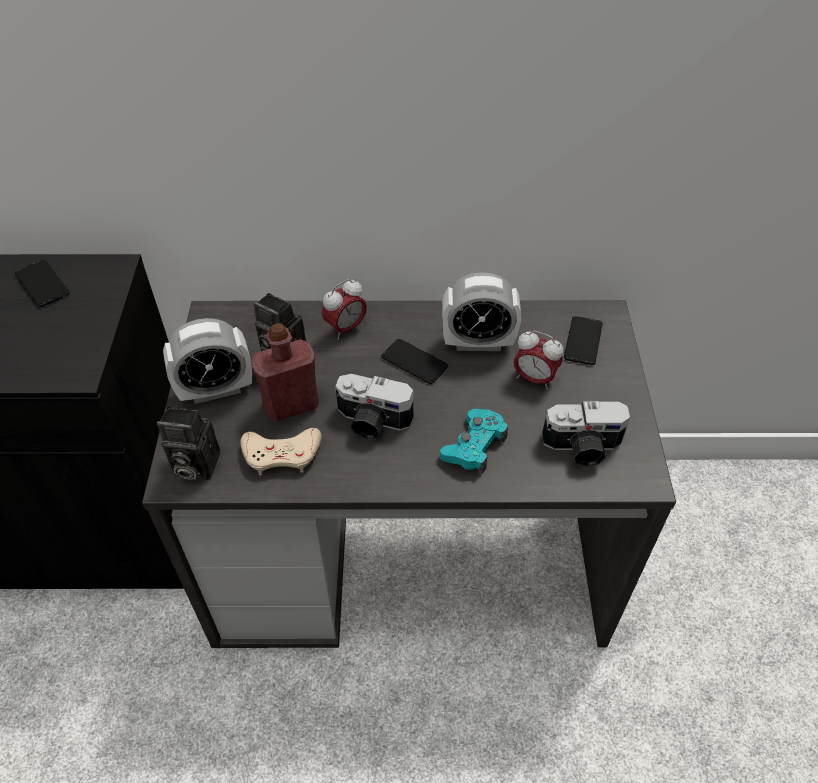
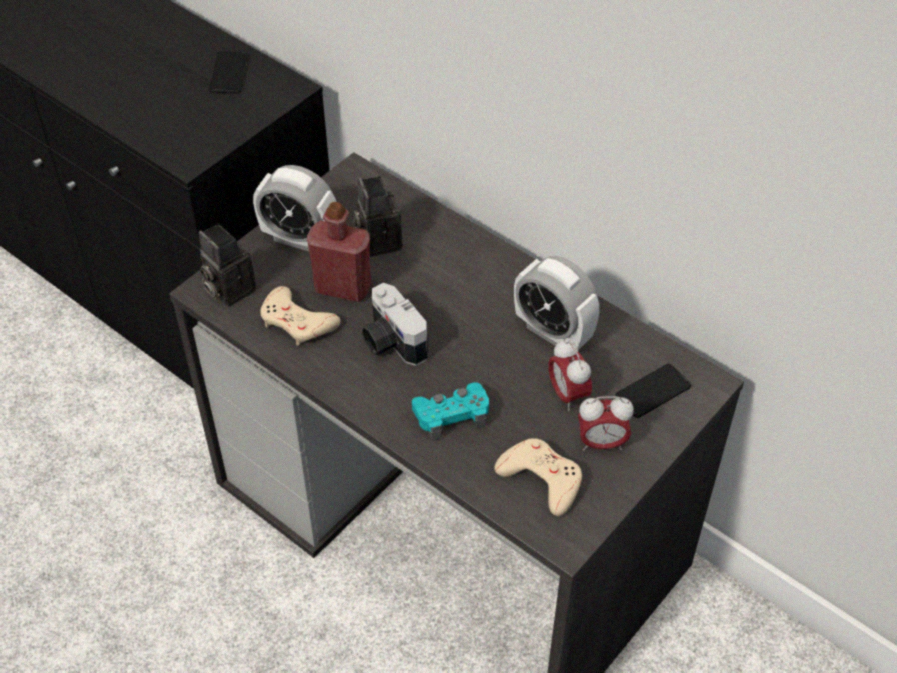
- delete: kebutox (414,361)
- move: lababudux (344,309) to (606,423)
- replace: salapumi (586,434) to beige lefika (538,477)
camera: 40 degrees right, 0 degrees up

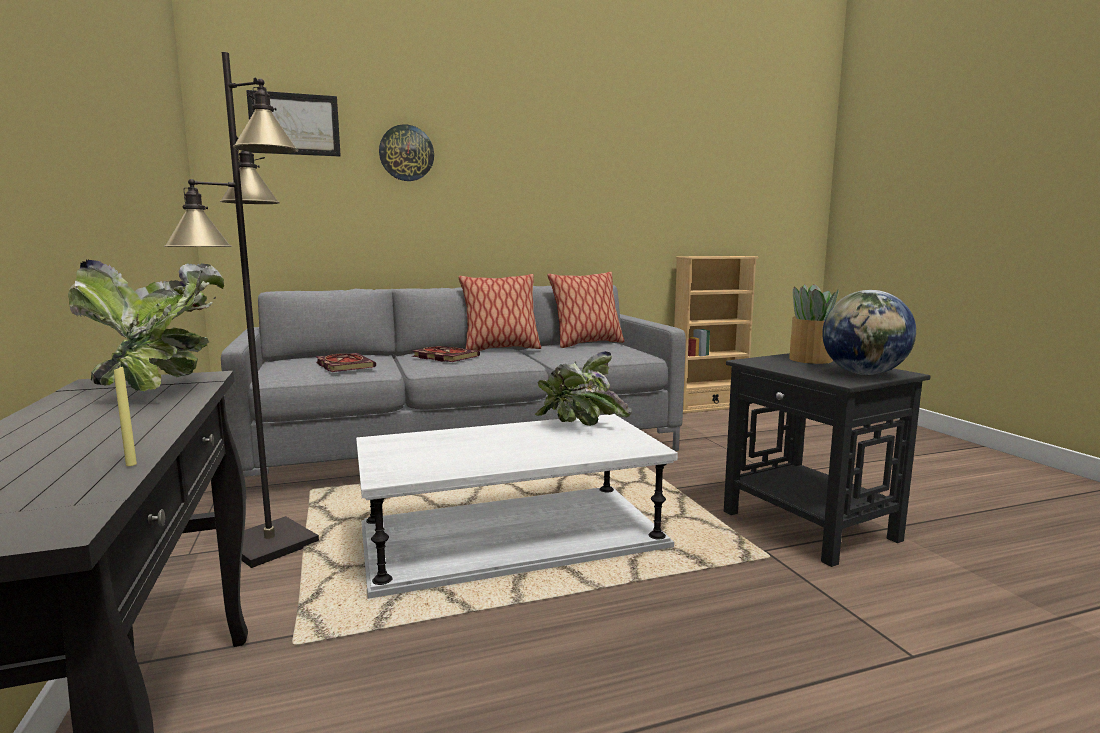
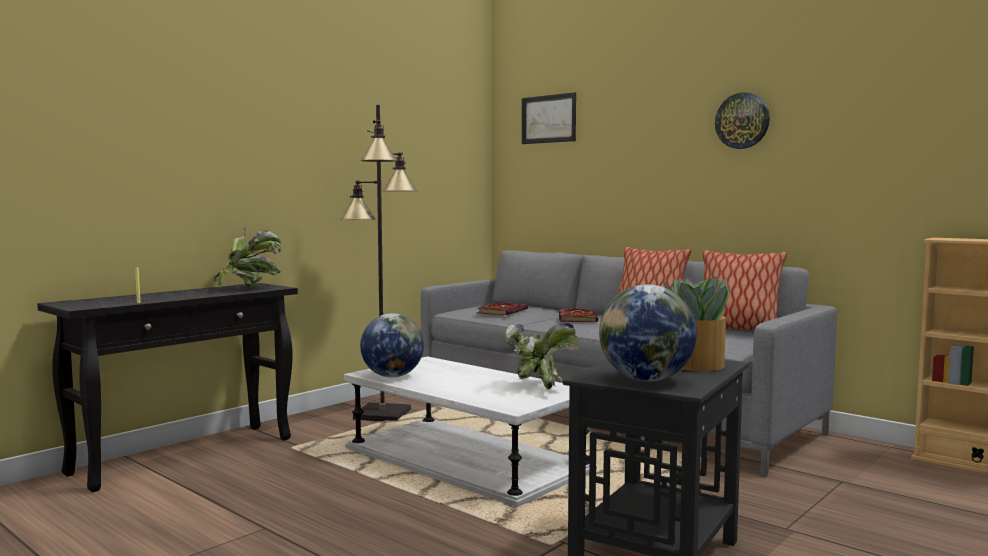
- insert: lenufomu (392,345)
- move: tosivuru (406,152) to (742,120)
camera: 60 degrees right, 5 degrees down

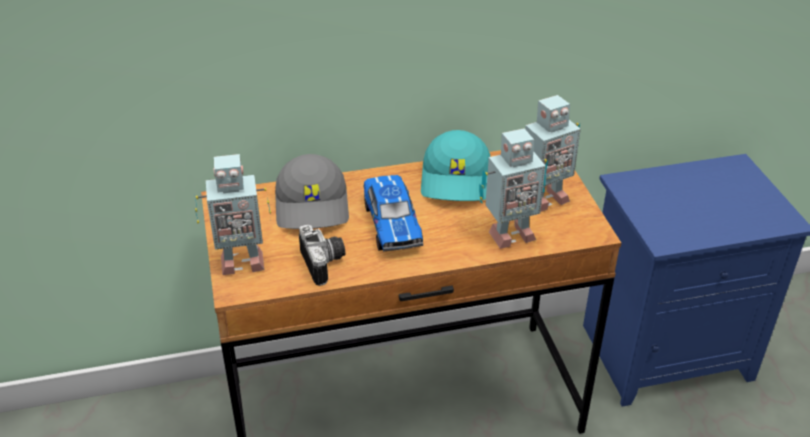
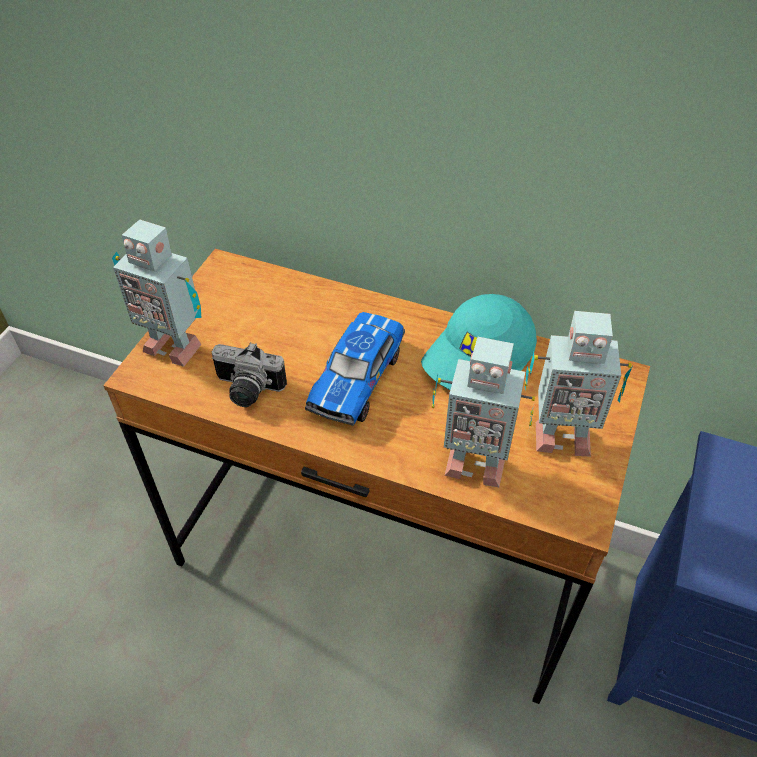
- delete: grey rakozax (312,191)
- rotate: salapumi (322,255) = (249,374) 90 degrees clockwise
camera: 35 degrees right, 10 degrees up

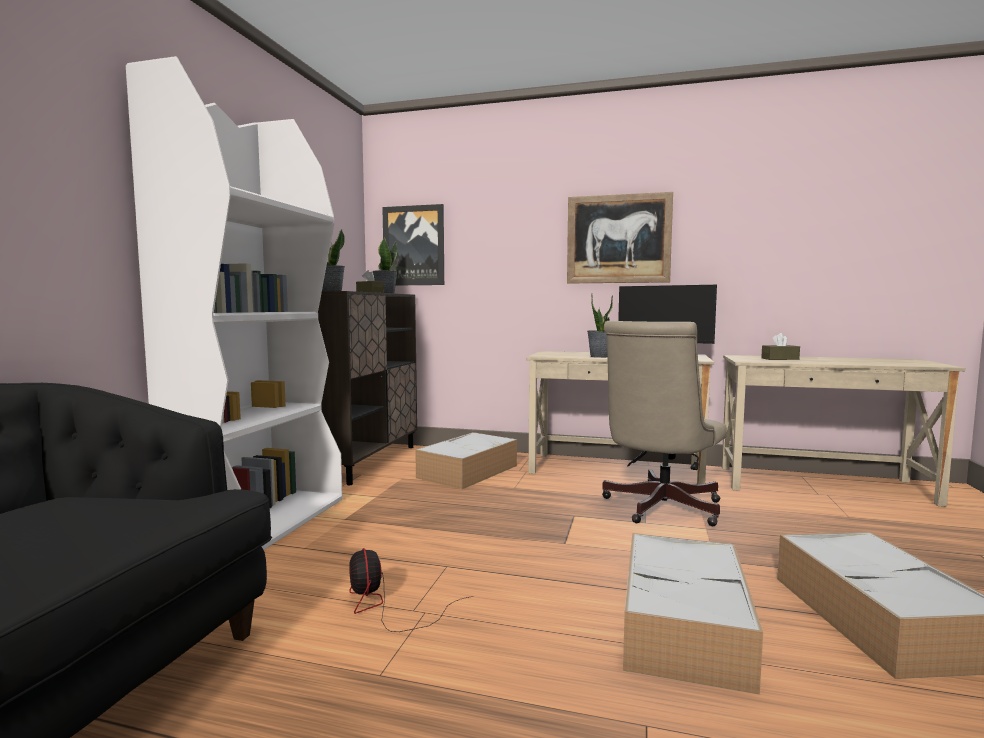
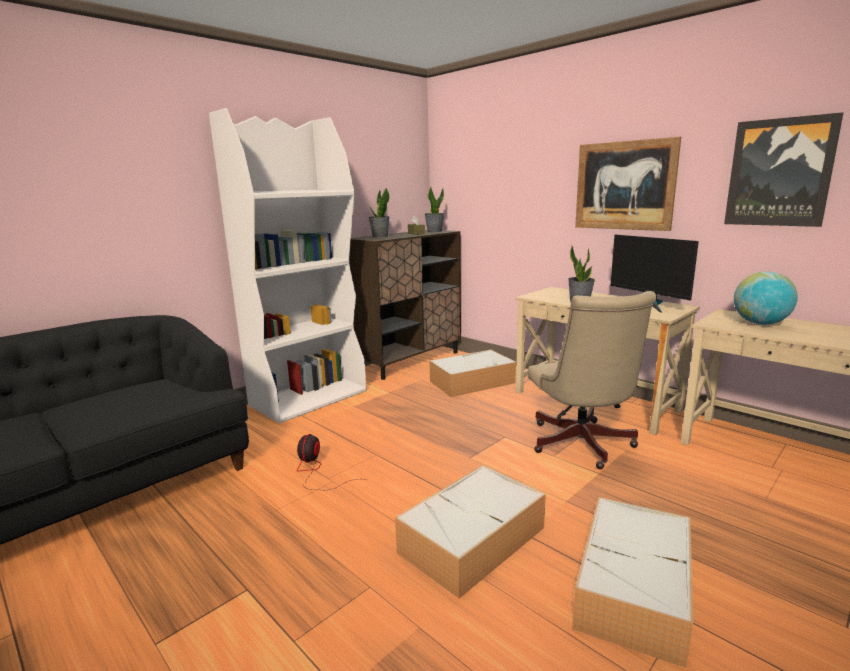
- move: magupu (413,244) to (783,169)
- replace: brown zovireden (780,346) to lenufomu (766,298)
- rotate: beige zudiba (664,423) = (592,380) 75 degrees counterclockwise
camera: 30 degrees right, 10 degrees up

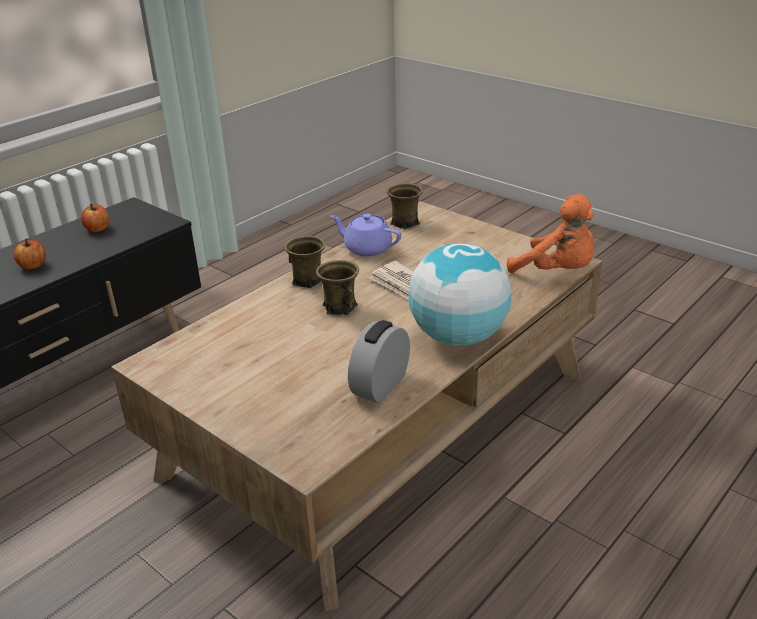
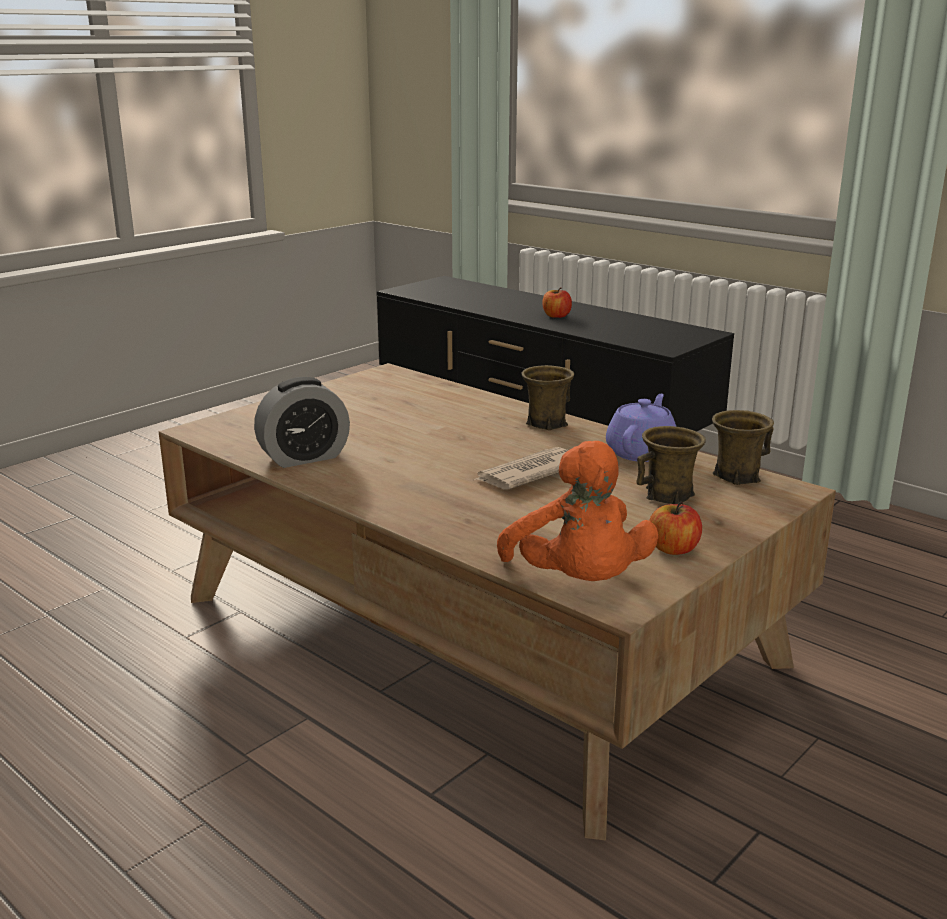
- delete: lenufomu (460,294)
- move: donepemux (95,218) to (675,528)
- move: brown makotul (337,287) to (671,465)
- rotate: lababudux (379,361) = (302,422) 120 degrees clockwise
- rotate: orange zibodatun (550,233) = (578,511) 60 degrees counterclockwise
camera: 90 degrees right, 10 degrees down

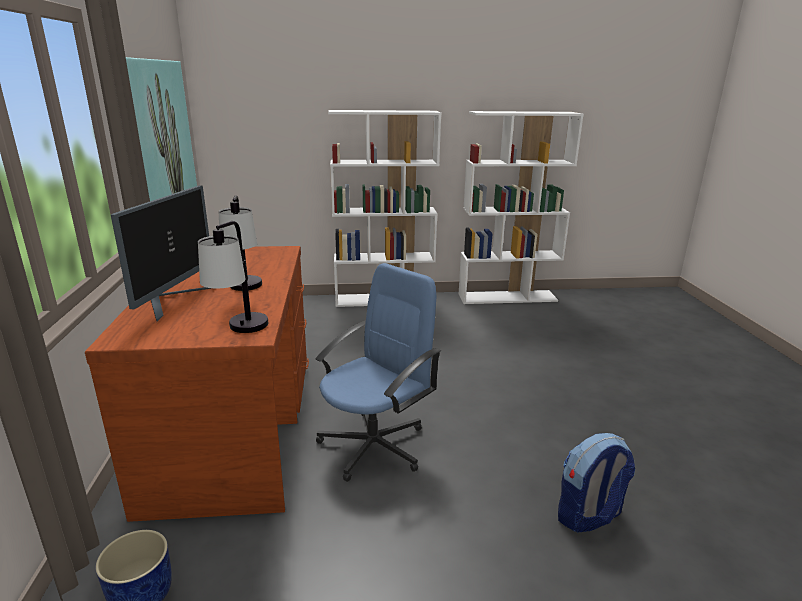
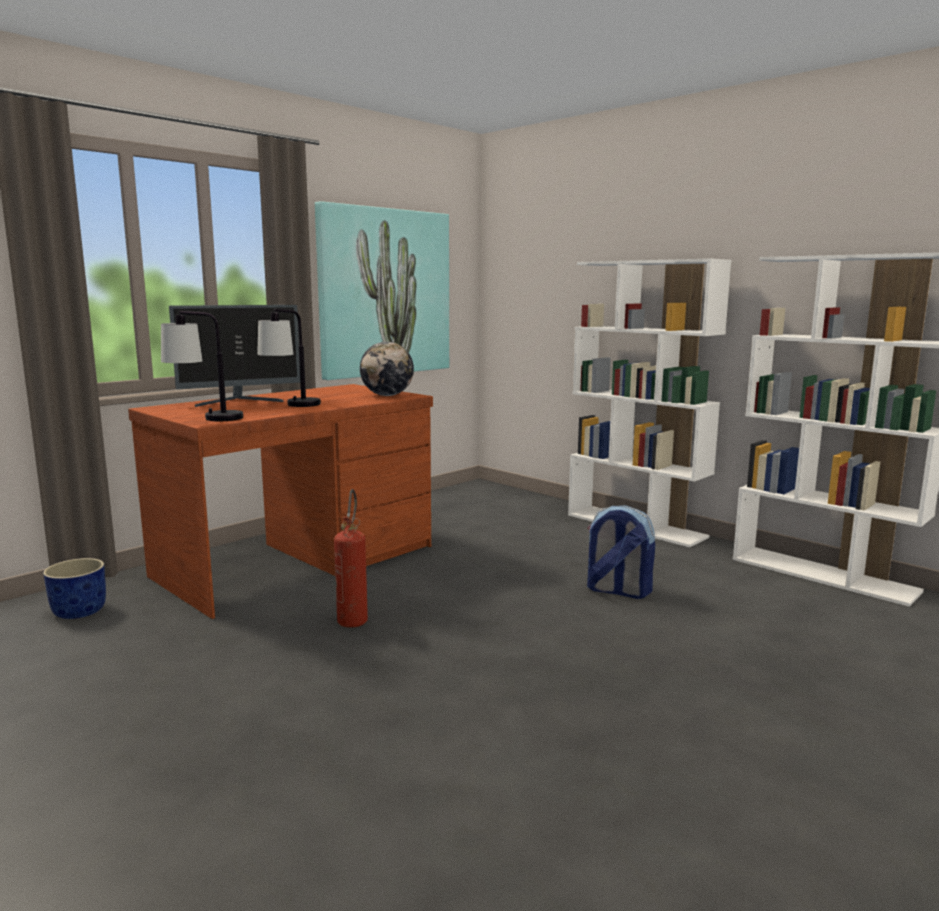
- insert: lenufomu (387,369)
- move: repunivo (596,483) to (621,552)
- replace: blue zudiba (378,372) to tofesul (351,558)
camera: 50 degrees right, 10 degrees down

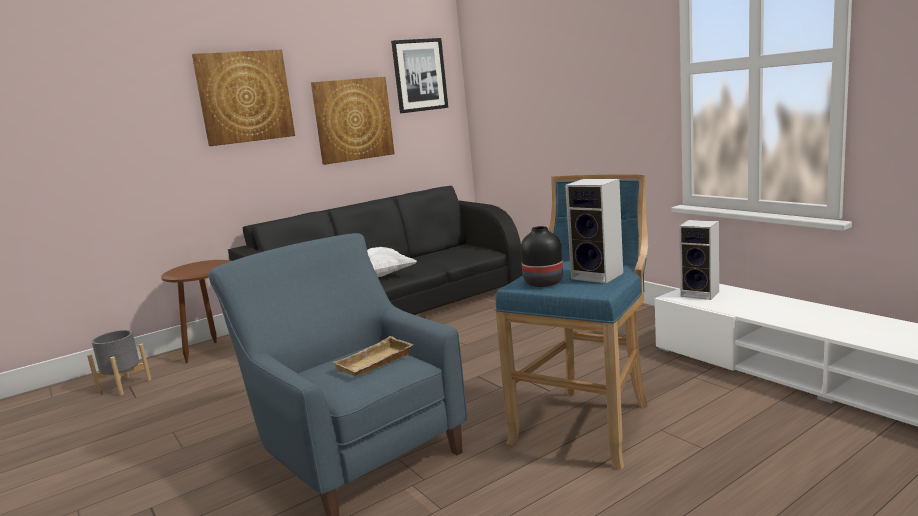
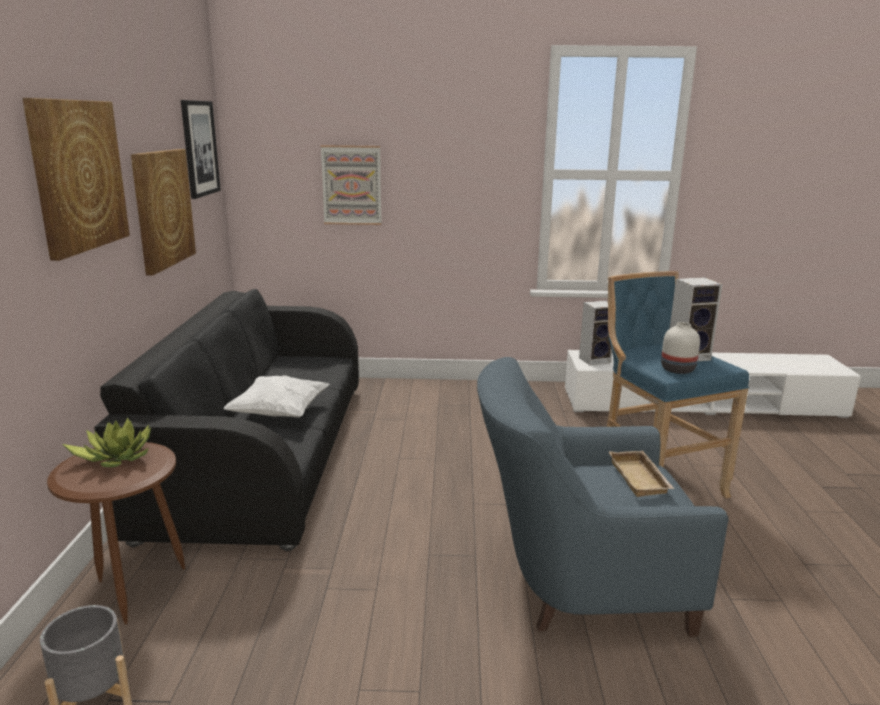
- insert: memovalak (107,442)
- insert: magupu (351,185)
- recolor: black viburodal (542,256) to white viburodal (680,348)
camera: 55 degrees left, 5 degrees up

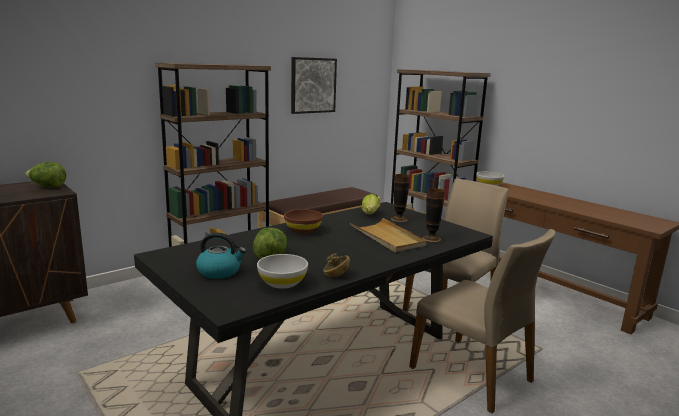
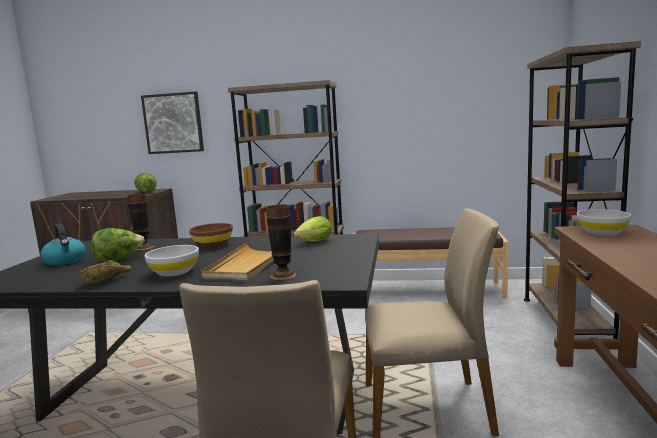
- move: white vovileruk (282,271) to (171,260)
- move: magupu (314,85) to (172,122)
- move: viburodal (400,198) to (140,222)
camera: 50 degrees right, 5 degrees down

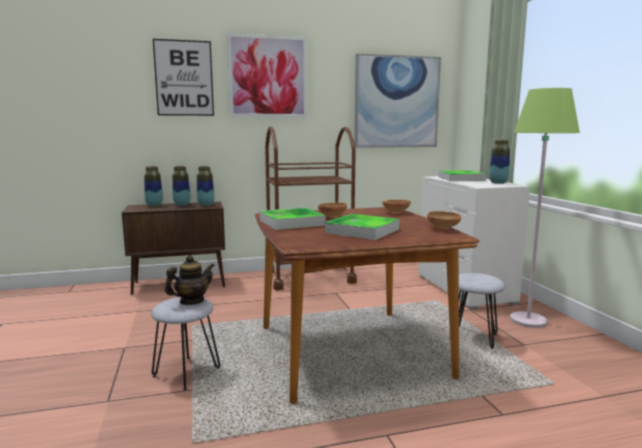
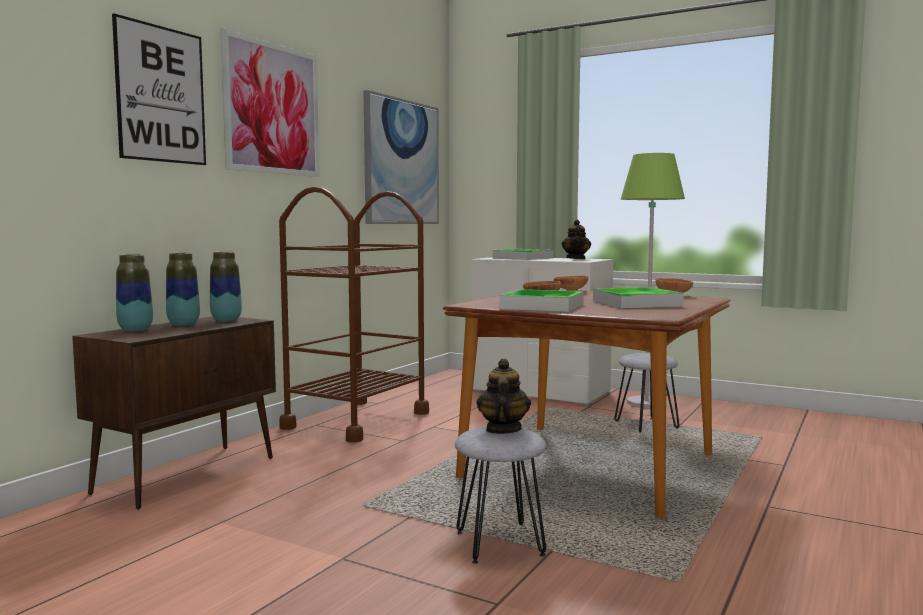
- replace: viburodal (499,162) to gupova (576,239)
camera: 45 degrees left, 5 degrees down

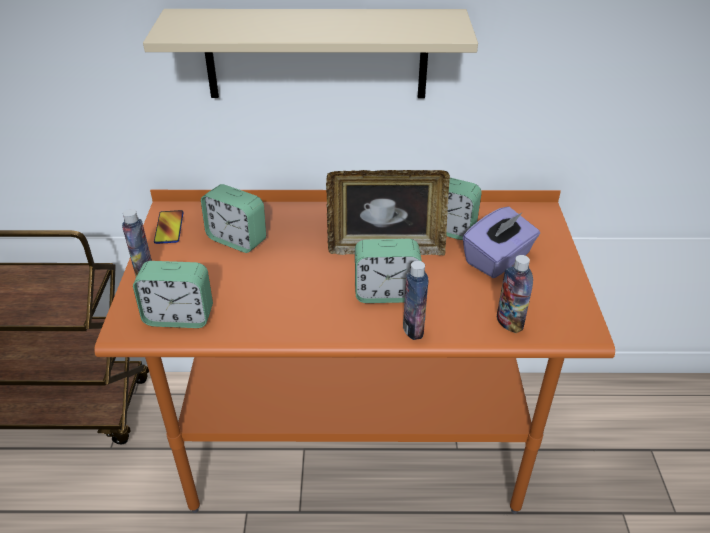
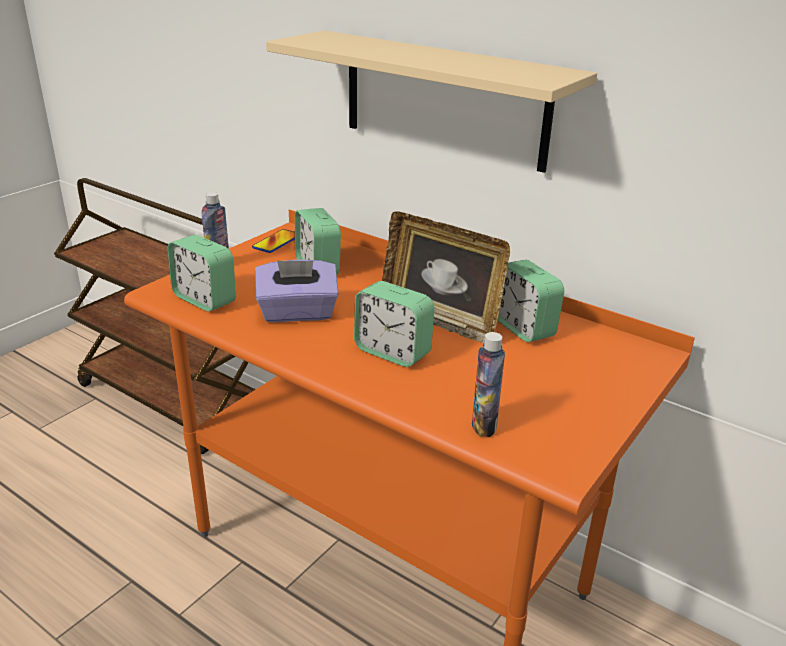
- delete: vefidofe (415,300)
- move: purple zovireden (501,242) to (297,291)
camera: 35 degrees right, 10 degrees down

